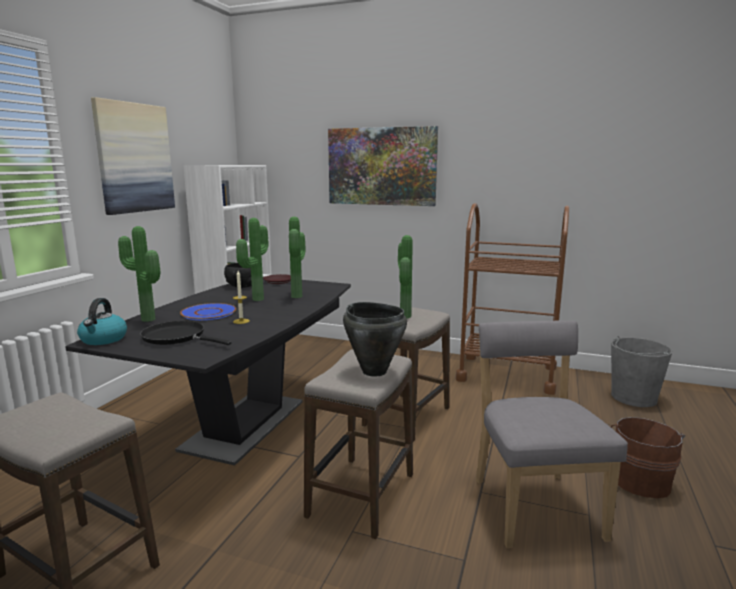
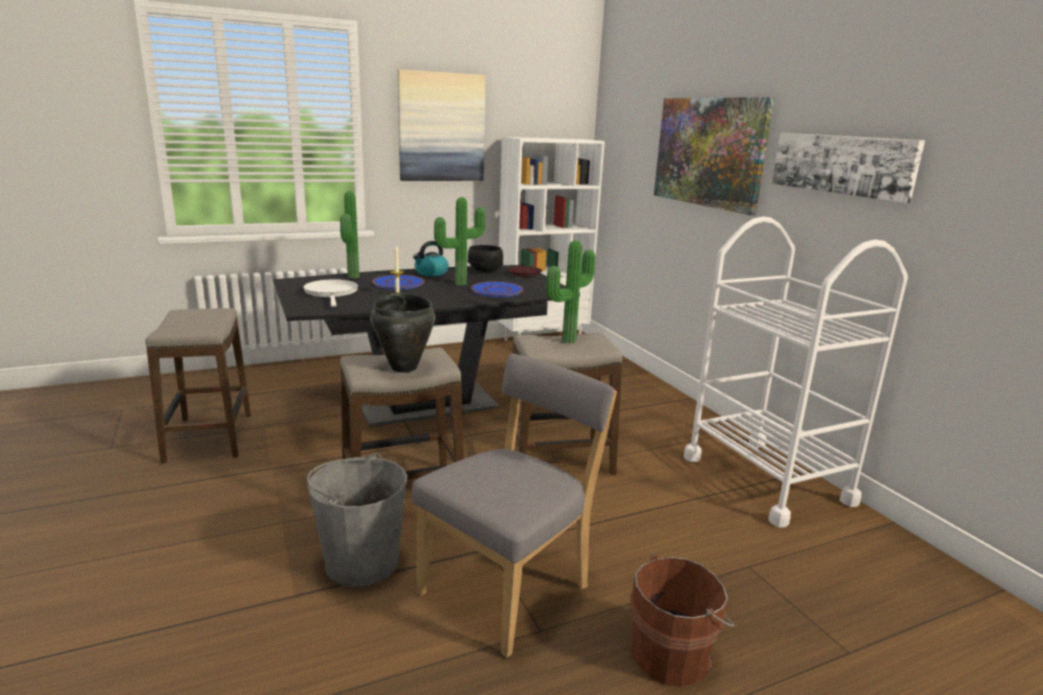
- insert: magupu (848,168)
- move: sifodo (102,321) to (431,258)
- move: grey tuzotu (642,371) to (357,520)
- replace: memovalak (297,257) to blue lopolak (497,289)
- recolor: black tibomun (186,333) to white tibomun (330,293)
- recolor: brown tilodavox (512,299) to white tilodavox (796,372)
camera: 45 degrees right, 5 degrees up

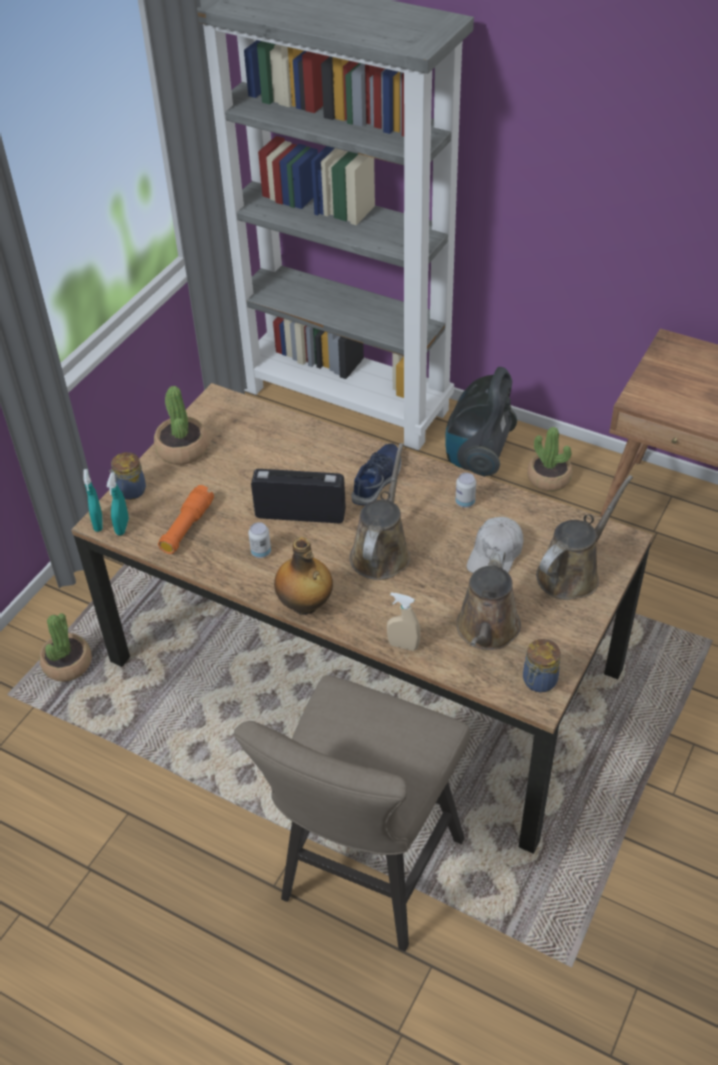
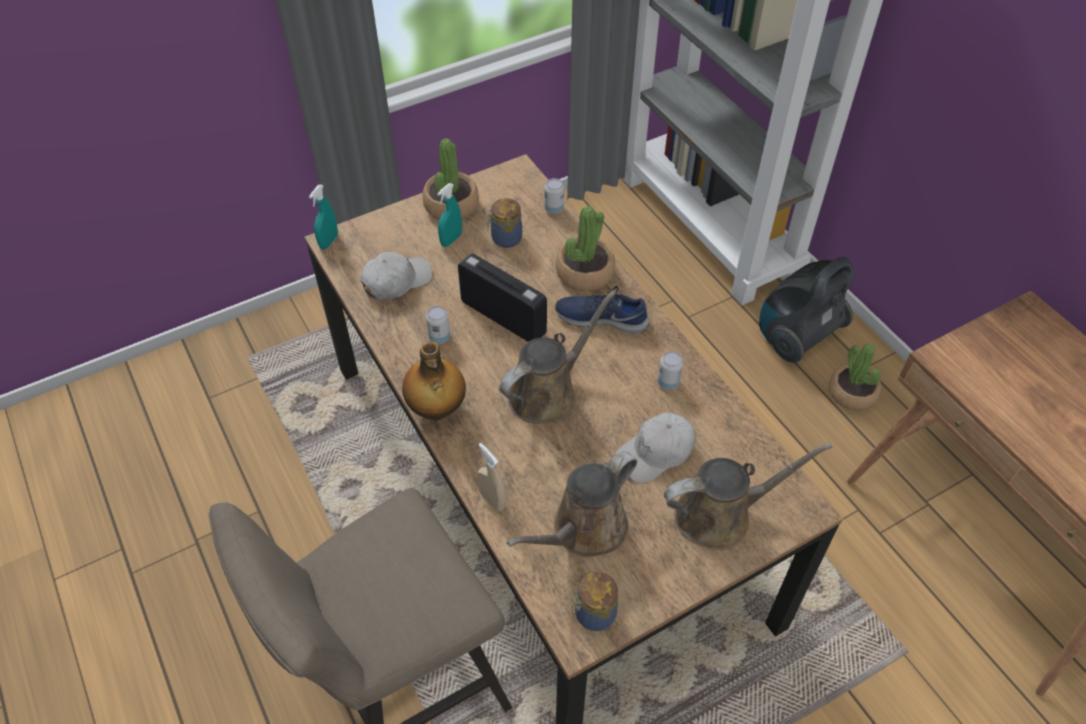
- insert: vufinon (554,196)
- move: memovalak (65,647) to (585,248)
- move: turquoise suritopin (118,504) to (449,215)
- move: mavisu (127,476) to (504,223)
- replace: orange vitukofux (186,519) to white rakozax (396,276)
- rotate: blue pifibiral (376,474) = (602,310) 135 degrees counterclockwise
camera: 30 degrees right, 5 degrees up

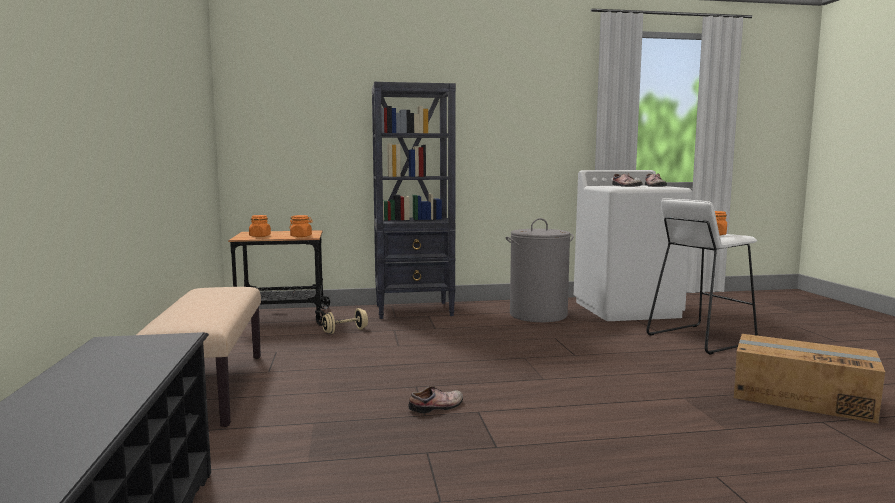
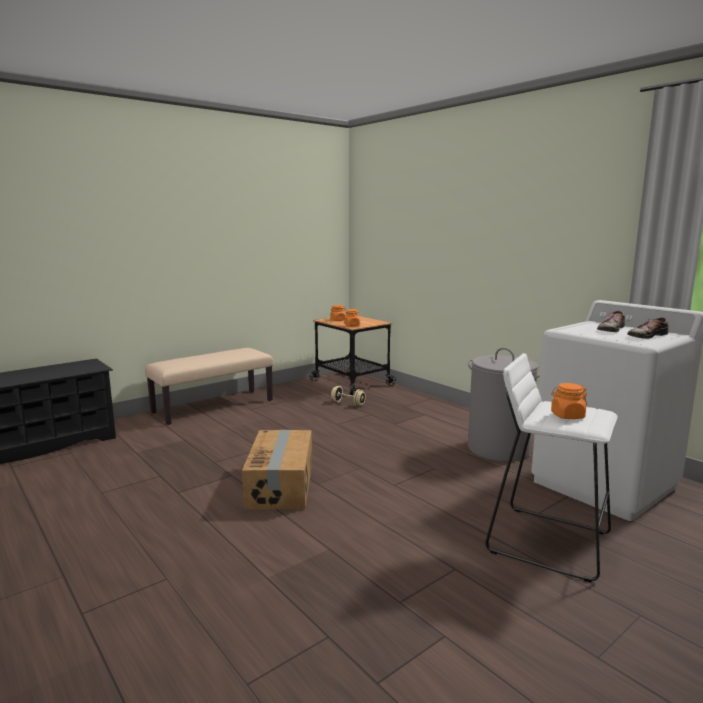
- delete: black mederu (414,200)
- delete: pifibiral (436,399)
- move: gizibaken (809,378) to (277,470)
camera: 60 degrees right, 5 degrees up

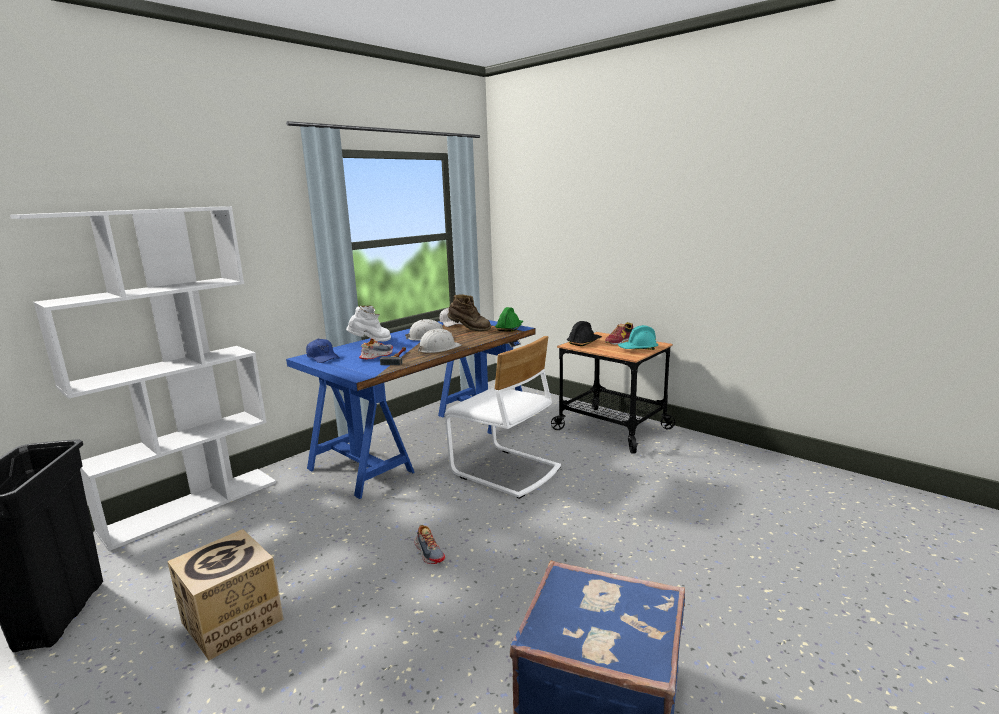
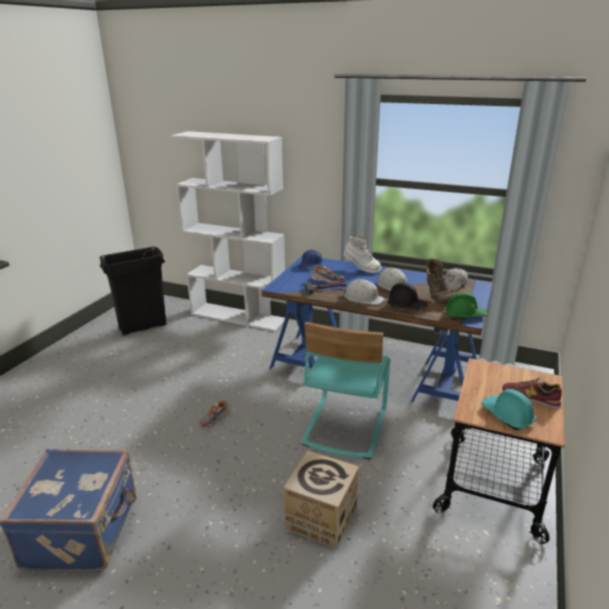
- move: gizibaken (225,594) to (321,499)
- move: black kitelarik (584,333) to (408,296)
- recolor: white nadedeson (502,417) to turquoise nadedeson (345,390)
camera: 70 degrees right, 10 degrees up

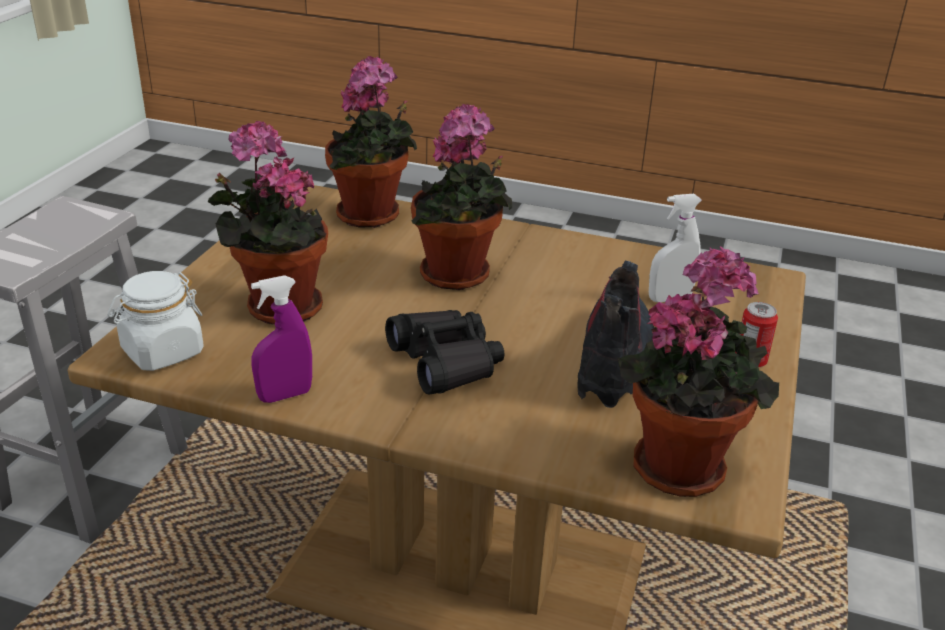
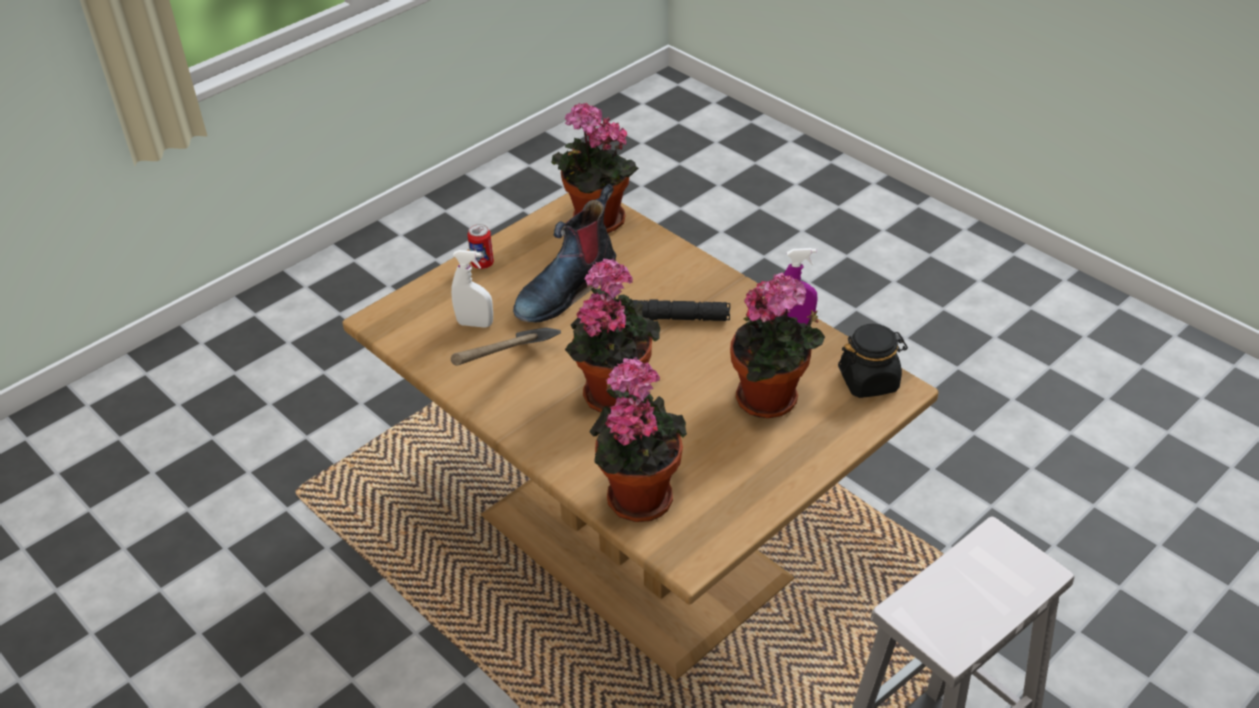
- insert: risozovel (506,346)
- replace: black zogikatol (444,352) to black vitukofux (681,310)
- recolor: white mavisu (156,321) to black mavisu (873,361)
camera: 150 degrees left, 10 degrees up

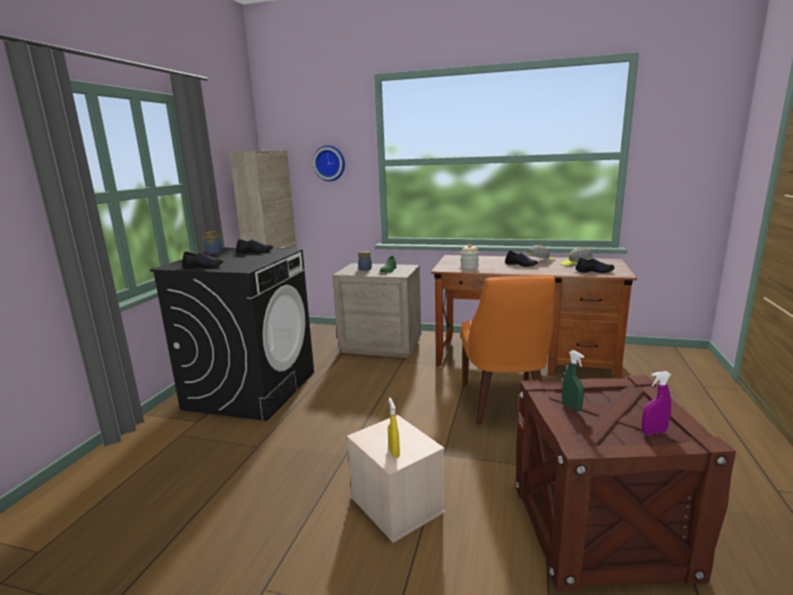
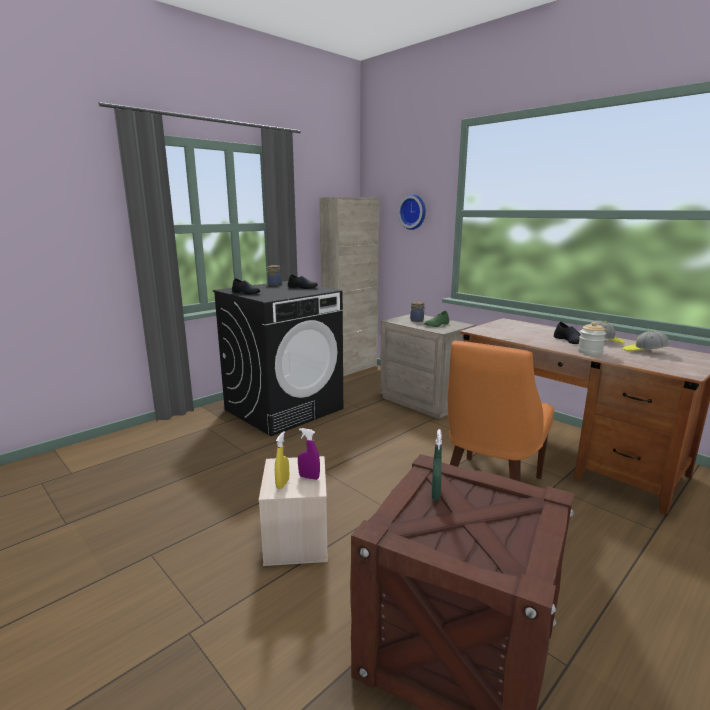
- delete: black pifibiral (595,265)
- move: mavisu (470,257) to (592,338)
- move: purple suritopin (656,403) to (309,454)
camera: 30 degrees right, 0 degrees up

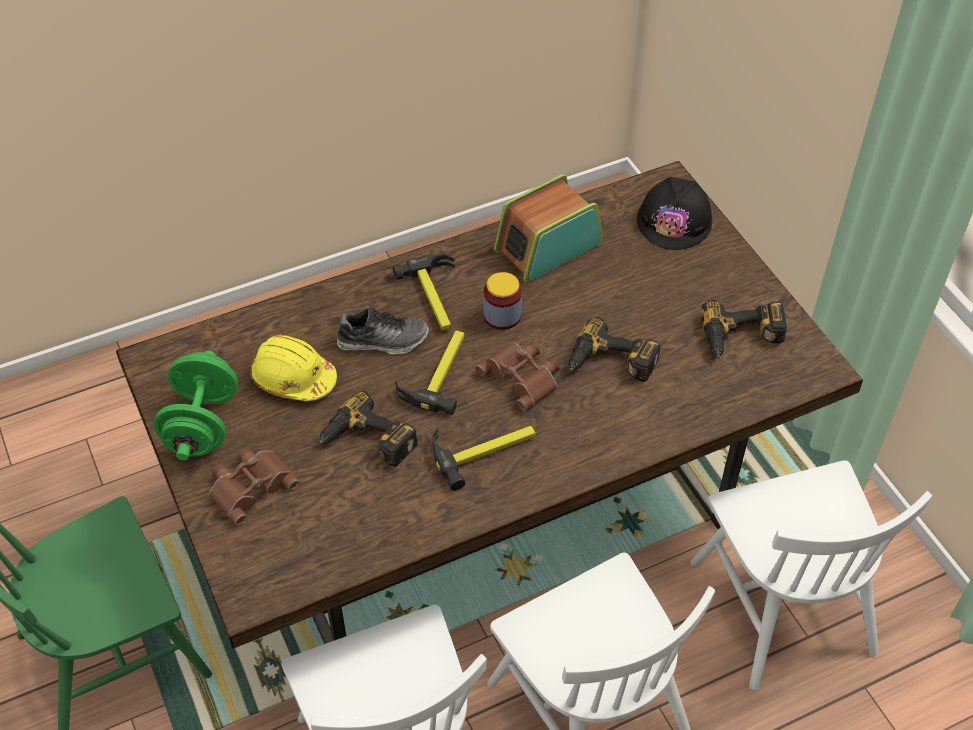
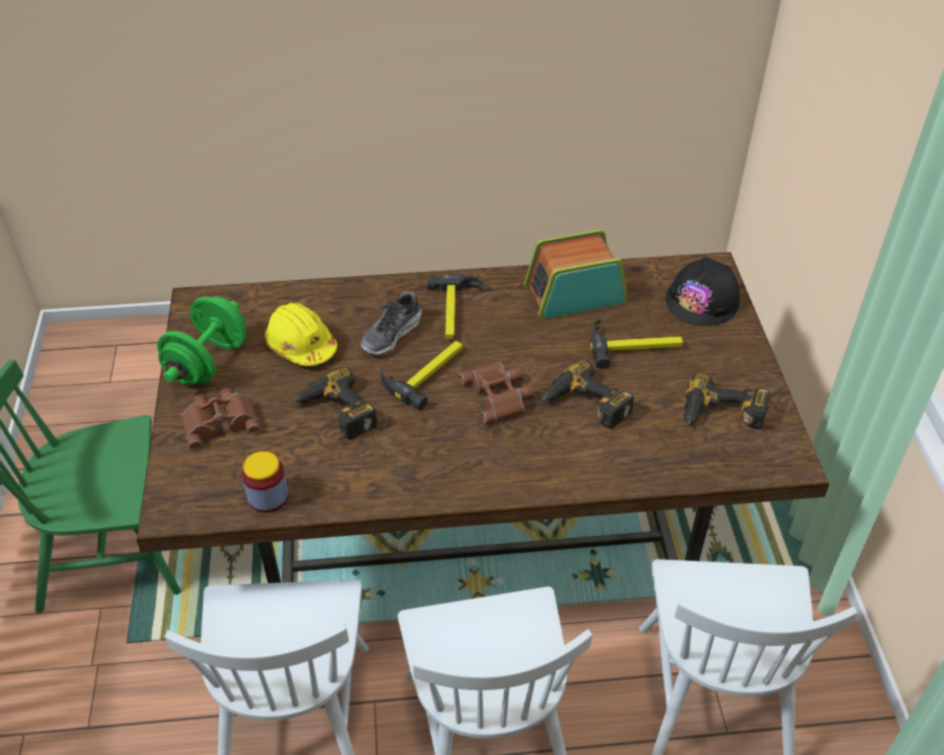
- move: risozovel (484,458) to (636,343)
- move: mavisu (502,301) to (265,482)
- rotate: pifibiral (383,331) = (391,323) 105 degrees clockwise
camera: 20 degrees right, 5 degrees down

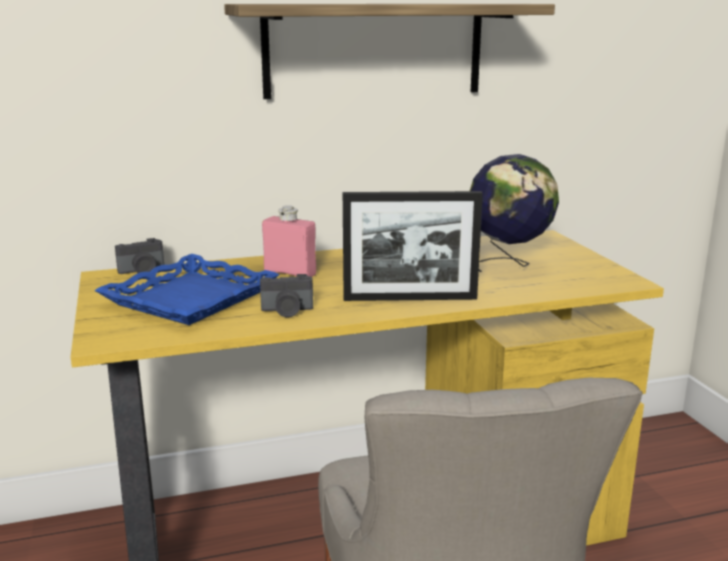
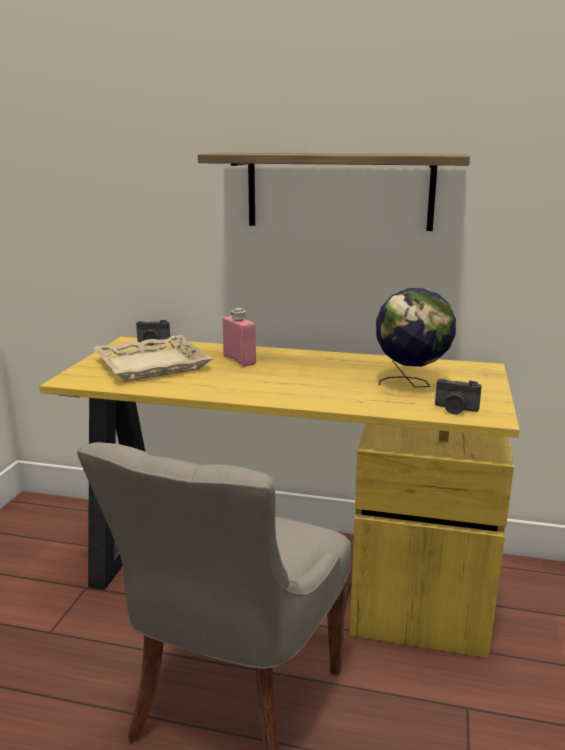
- delete: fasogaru (413,246)
- move: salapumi (286,295) to (458,396)
- recolor: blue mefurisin (187,289) to beige mefurisin (154,358)
camera: 30 degrees right, 0 degrees up

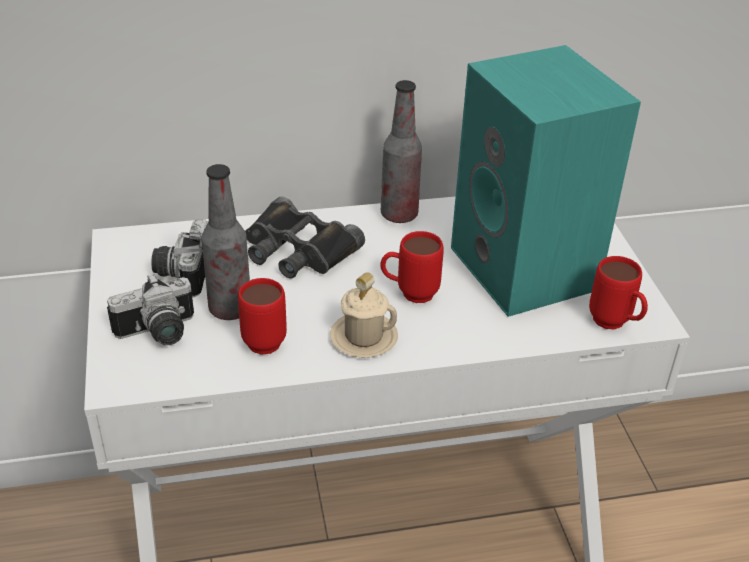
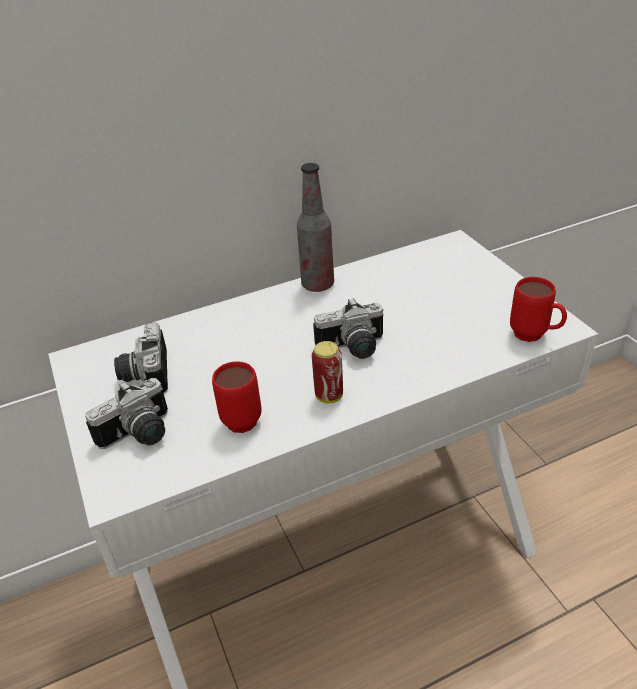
- delete: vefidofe (225,242)
- delete: black zogikatol (305,238)
- delete: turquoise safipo (546,181)
- replace: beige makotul (364,315) to vufinon (327,372)
- replace: red makotul (412,267) to salapumi (348,328)
camera: 10 degrees left, 0 degrees up

